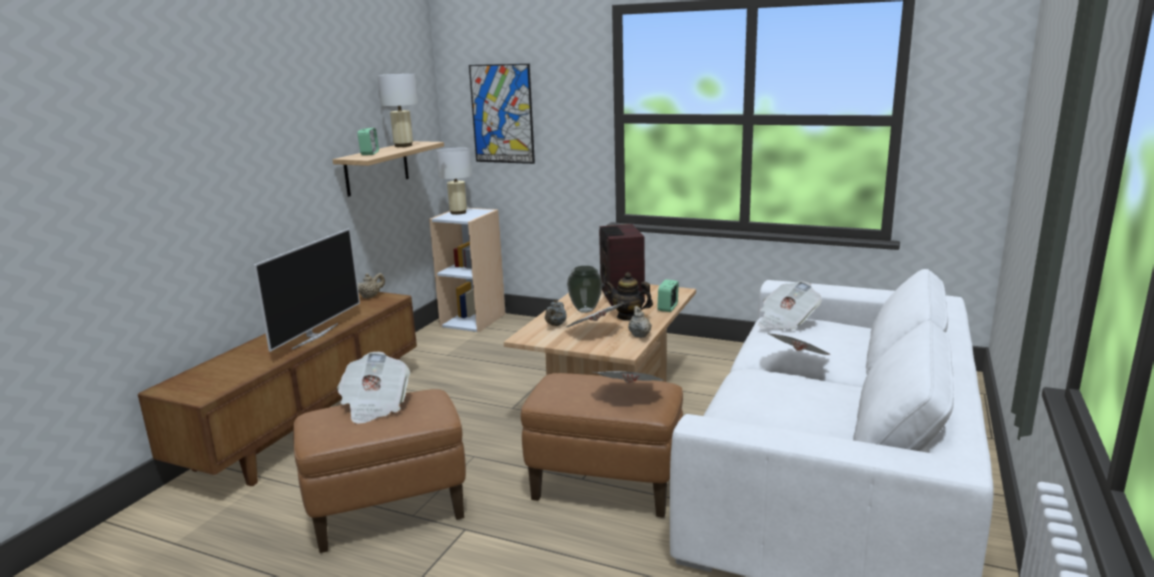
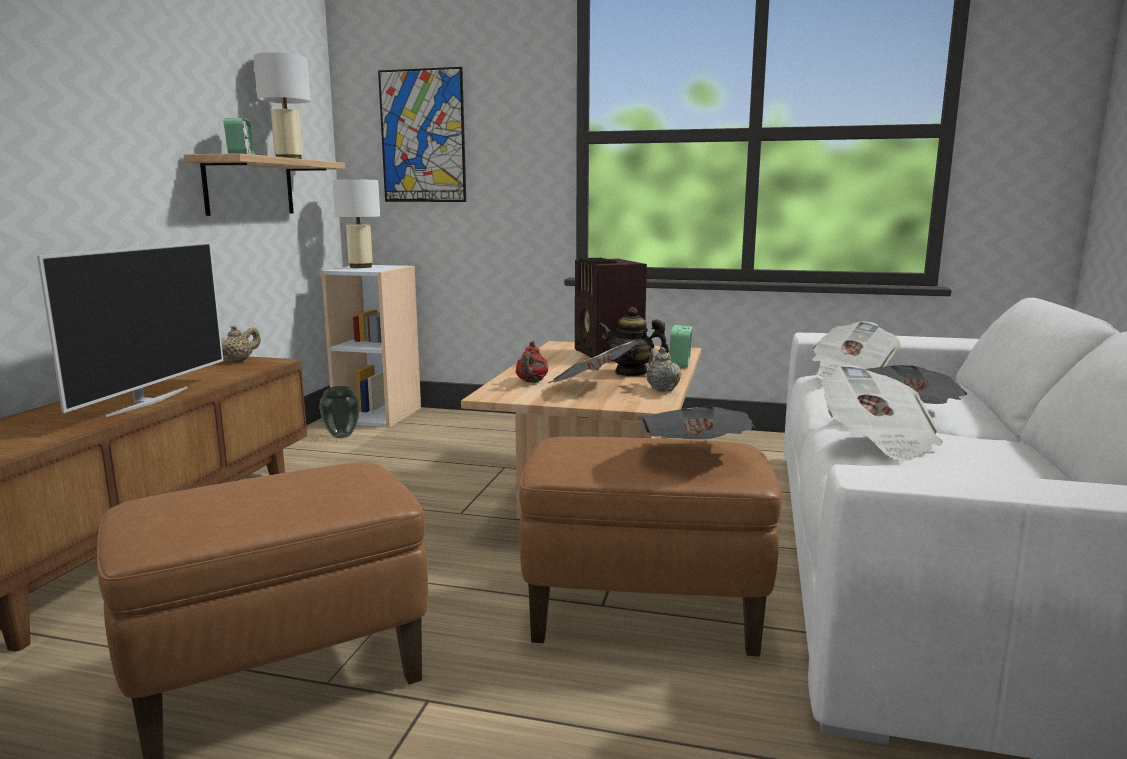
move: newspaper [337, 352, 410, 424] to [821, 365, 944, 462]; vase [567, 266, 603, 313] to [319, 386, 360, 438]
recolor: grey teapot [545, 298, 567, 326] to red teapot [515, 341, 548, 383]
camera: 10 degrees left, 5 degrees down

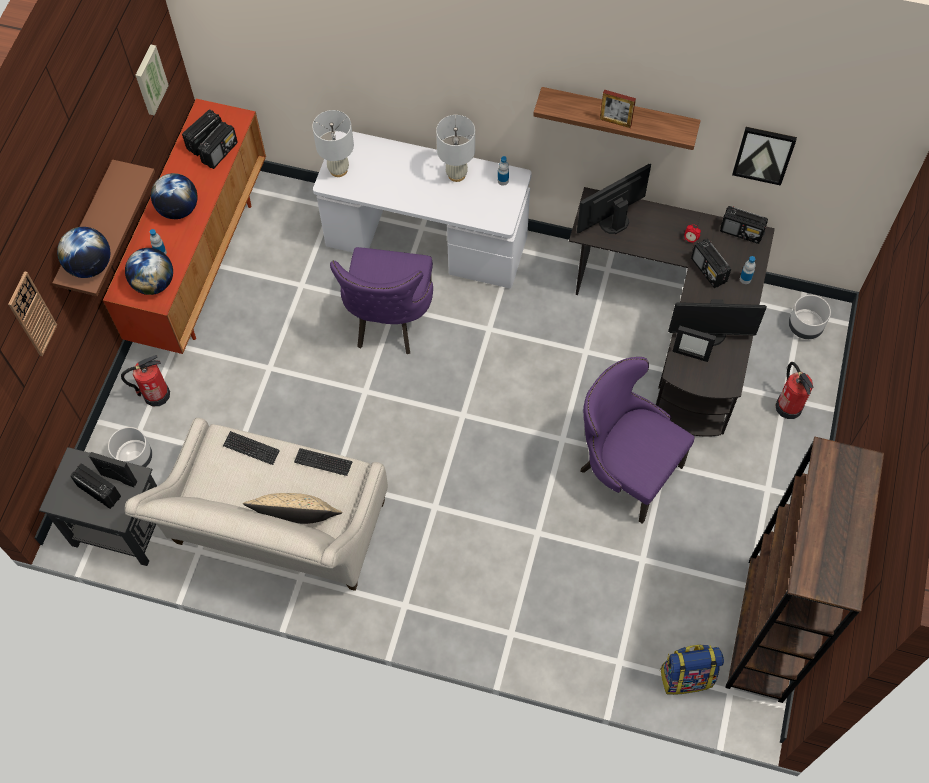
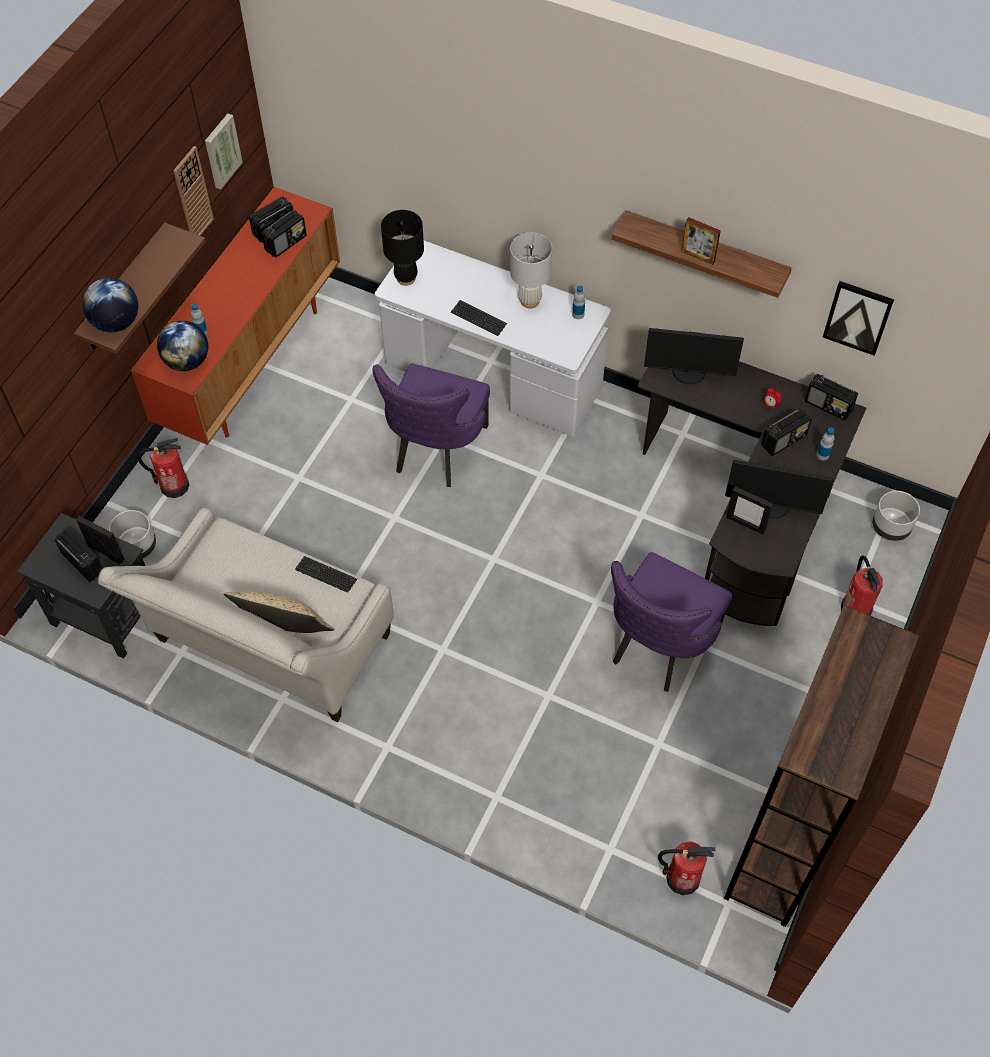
delete: globe [151, 173, 198, 219]
move: wall clock [8, 271, 57, 356] to [173, 146, 214, 236]; keyboard [223, 431, 280, 465] to [451, 300, 507, 336]
replace: backpack [660, 645, 724, 695] to fire extinguisher [658, 842, 716, 895]
recolor: white table lamp [312, 110, 354, 177] to black table lamp [381, 210, 424, 286]
rotate: monitor [577, 164, 651, 234] = [644, 328, 744, 385] 150 degrees counterclockwise; purple chair [580, 357, 694, 524] = [611, 552, 732, 692] 105 degrees counterclockwise; radio [691, 239, 731, 288] = [761, 408, 812, 456] 105 degrees counterclockwise
camera: 10 degrees right, 5 degrees down

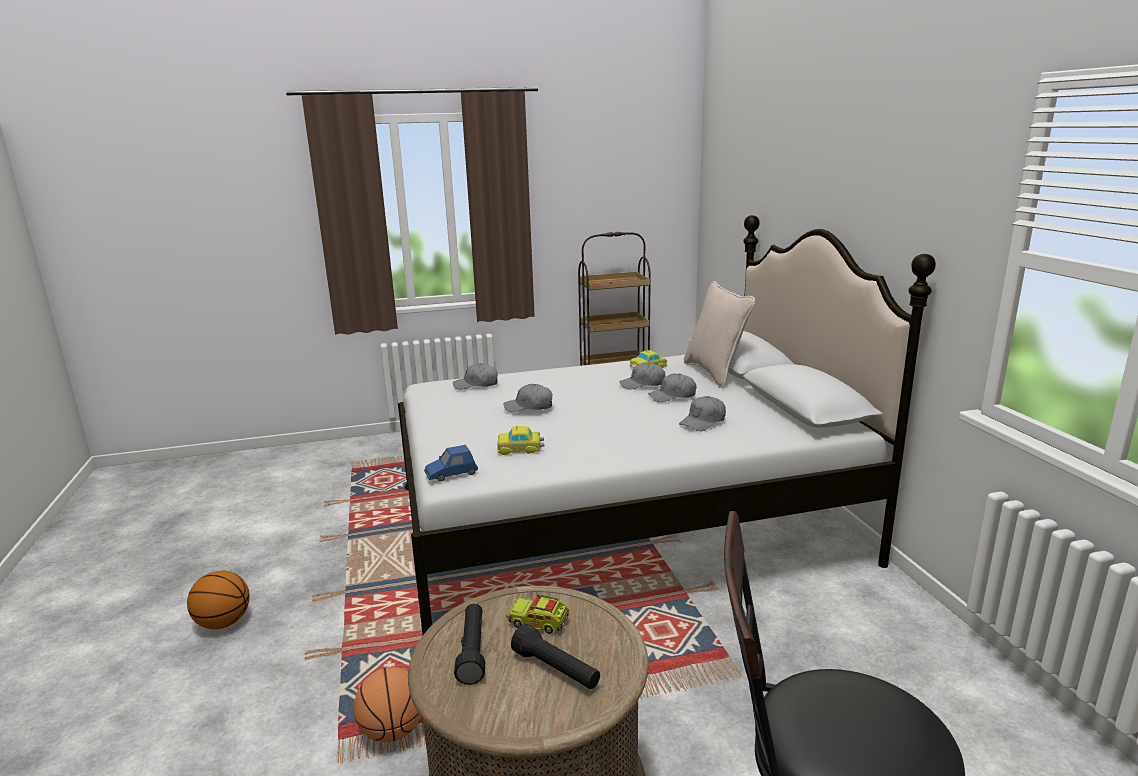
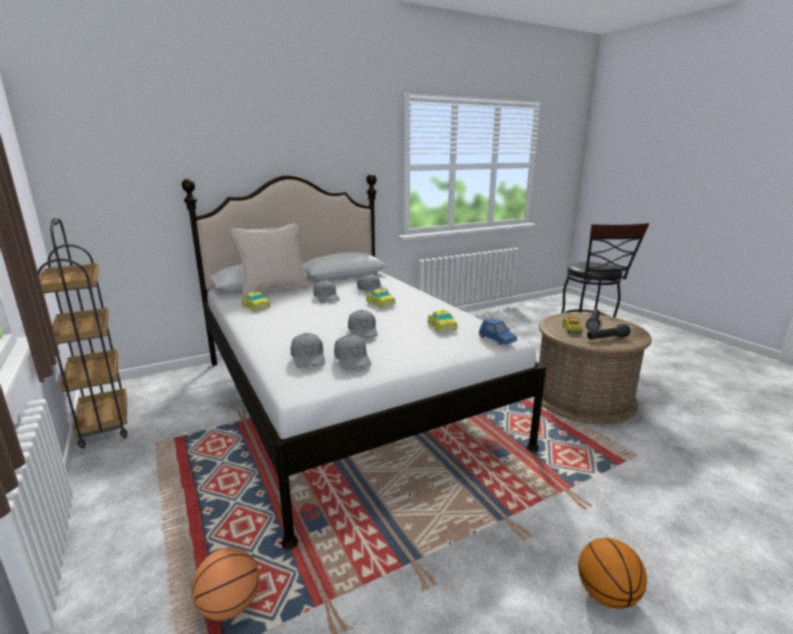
insert: toy car [366, 289, 396, 308]
move: basketball [353, 667, 421, 742] to [191, 547, 260, 621]; grey cap [619, 362, 666, 390] to [334, 335, 371, 370]
camera: 105 degrees left, 0 degrees up

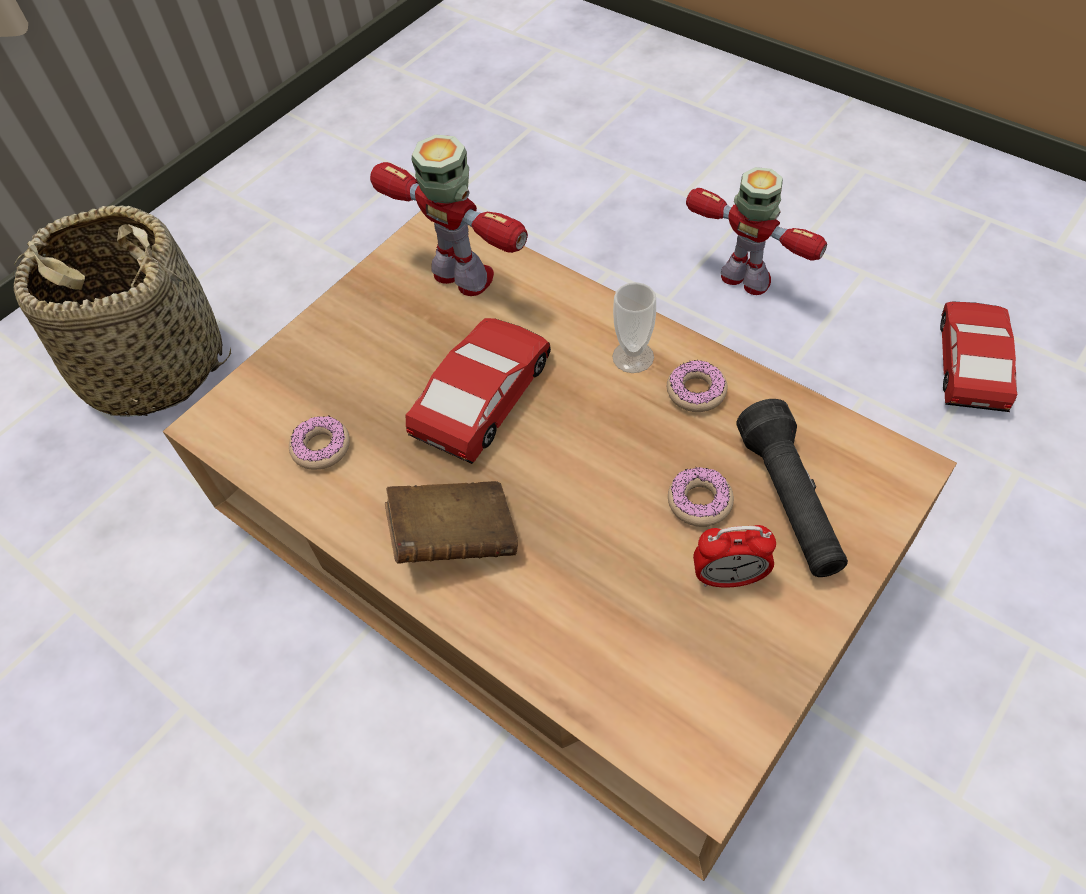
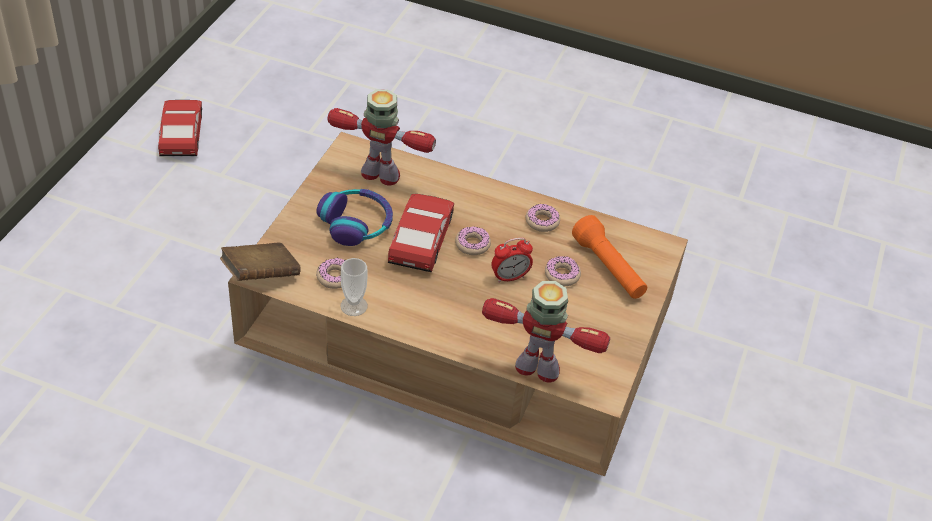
delete: basket [13, 205, 231, 417]
insert: headphones [316, 189, 393, 246]; donut [455, 226, 491, 255]
move: brown book [385, 481, 518, 563] to [220, 242, 301, 281]; cup [612, 282, 656, 373] to [340, 258, 368, 316]; toy robot [686, 167, 827, 295] to [482, 281, 610, 382]; alarm clock [693, 525, 776, 588] to [492, 237, 533, 283]; toy car [940, 302, 1017, 412] to [158, 100, 202, 156]
recolor: black flashlight [736, 399, 848, 577] to orange flashlight [572, 215, 647, 299]
camera: 25 degrees left, 10 degrees down

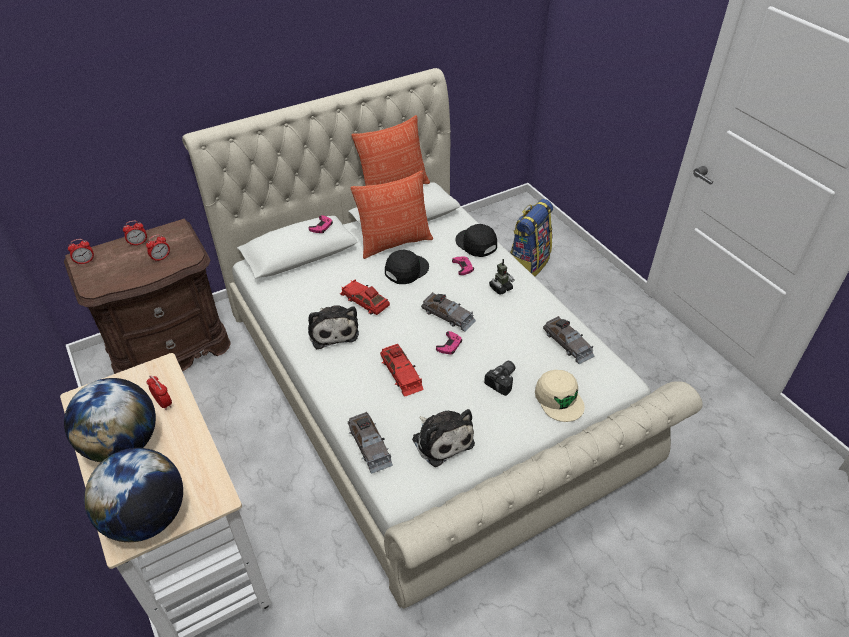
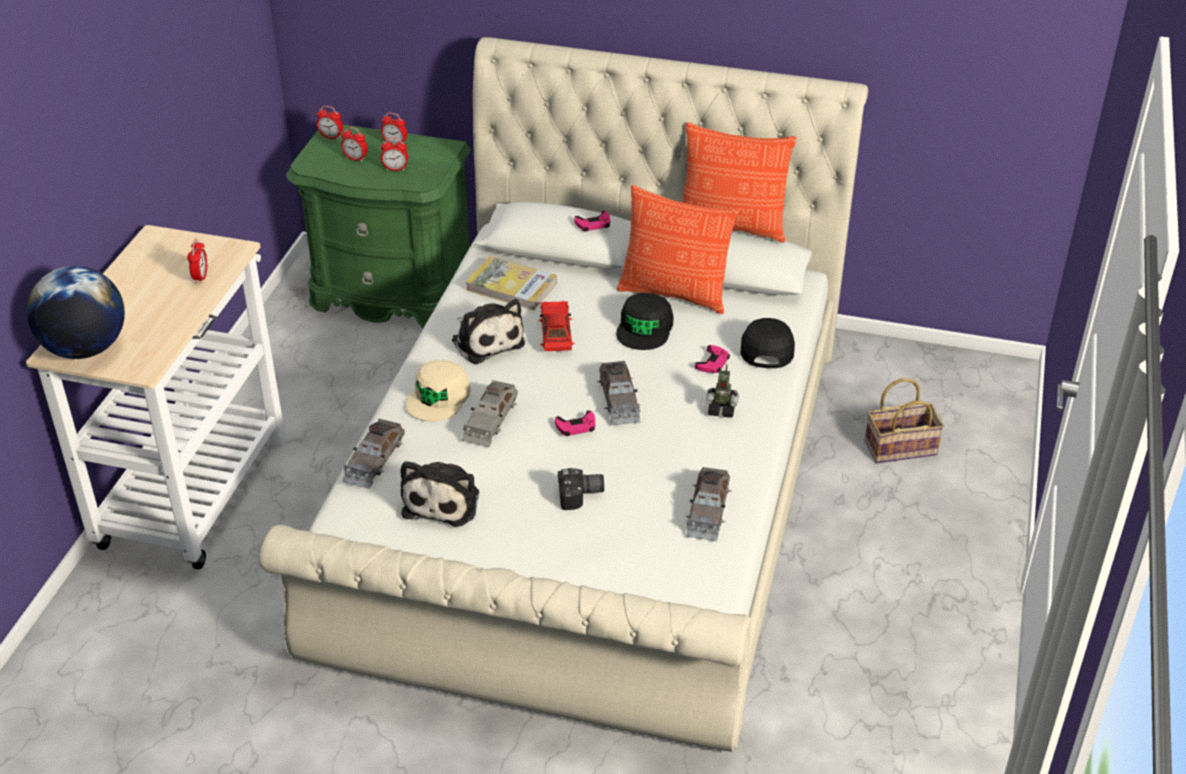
delete: globe [64, 378, 156, 462]
insert: alarm clock [341, 127, 368, 162]; book [466, 256, 557, 310]
move: beige cap [535, 370, 585, 422] to [406, 360, 471, 422]
replace: backpack [510, 199, 553, 277] to basket [865, 378, 944, 463]
recolor: brown nightstand [64, 218, 231, 374] to green nightstand [286, 125, 471, 328]; red toy car [380, 344, 424, 397] to grey toy car [462, 380, 518, 447]
rotate: plush toy [308, 305, 359, 349] = [452, 299, 525, 364] 60 degrees counterclockwise; black cap [385, 250, 429, 284] = [616, 293, 674, 350] 105 degrees clockwise
camera: 45 degrees right, 5 degrees down

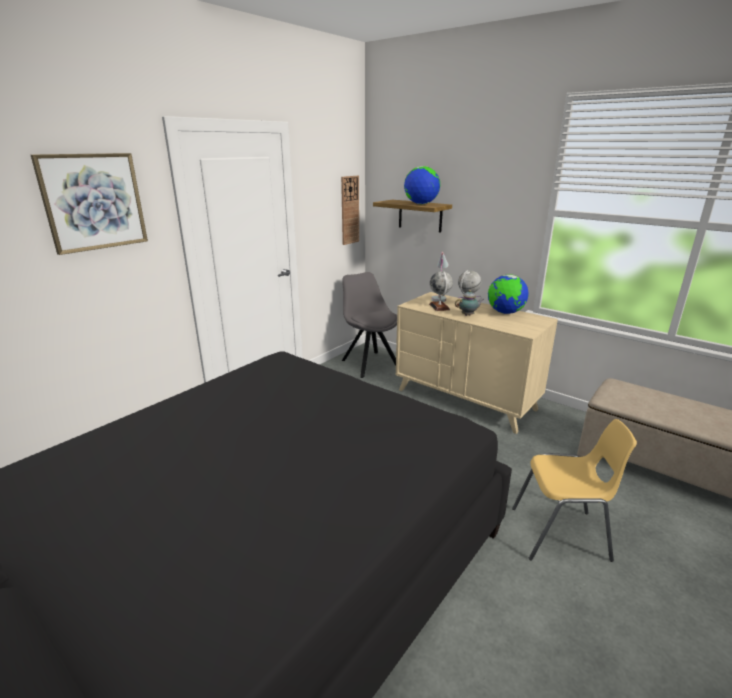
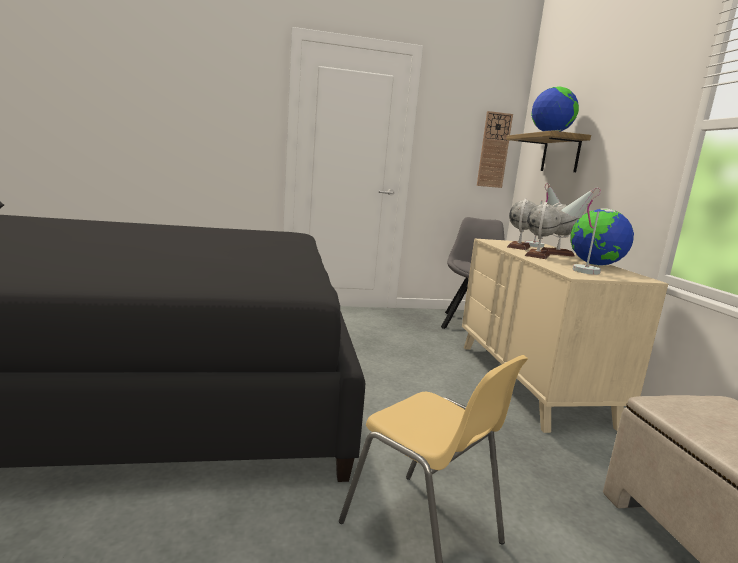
delete: picture [31, 153, 148, 255]
insert: white table lamp [561, 188, 601, 275]
replace: teapot [455, 290, 484, 316] to globe [525, 202, 561, 259]
camera: 40 degrees right, 10 degrees down

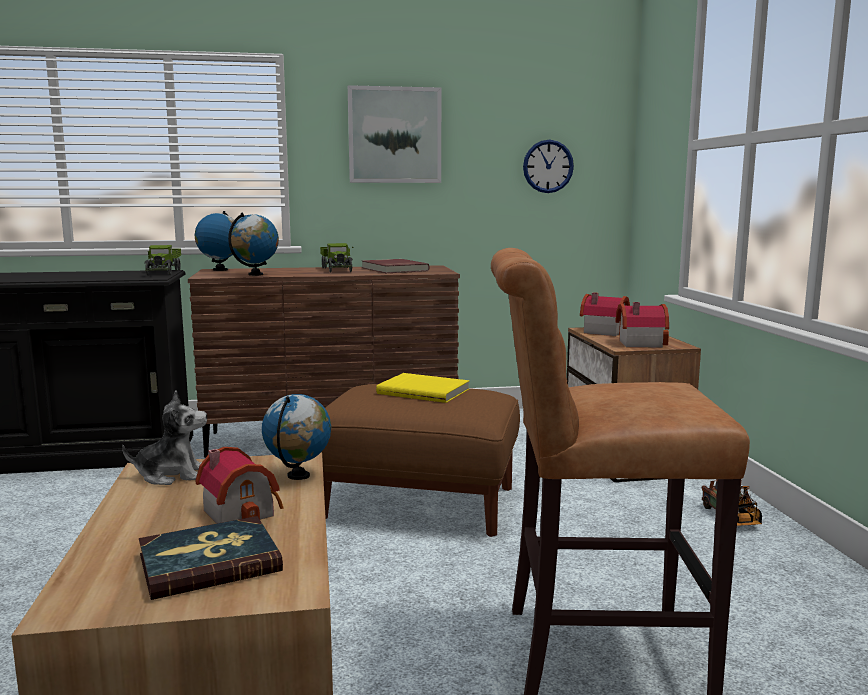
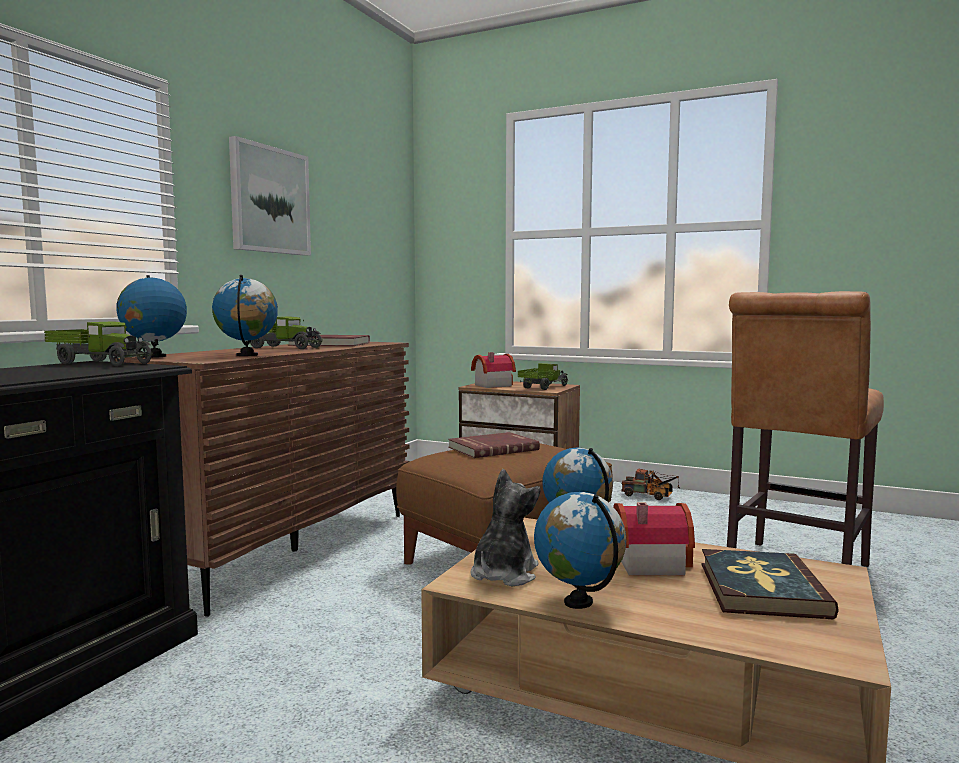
delete: wall clock [523, 140, 574, 193]
insert: globe [534, 492, 626, 609]
replace: toy house [615, 302, 669, 348] to toy truck [518, 363, 569, 390]
recolor: yellow book [376, 373, 469, 403] to red book [448, 432, 540, 458]
camera: 55 degrees left, 5 degrees down

